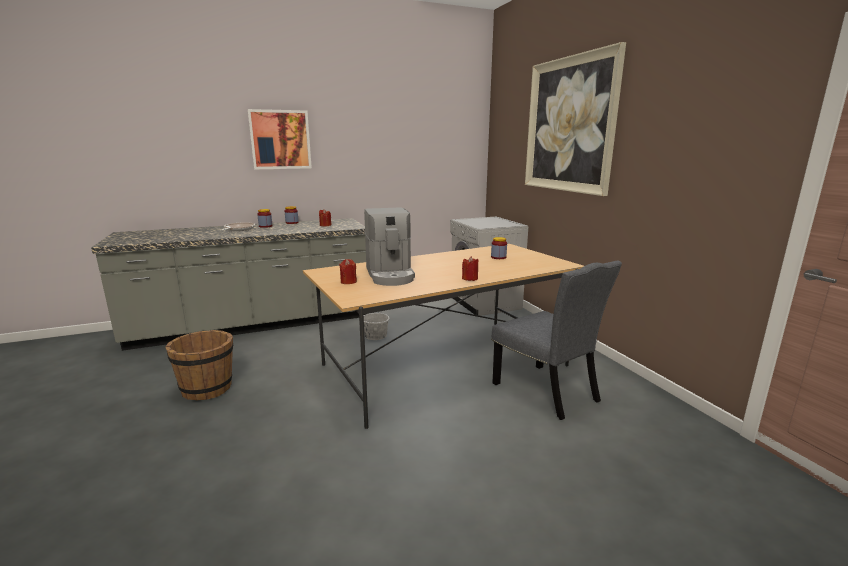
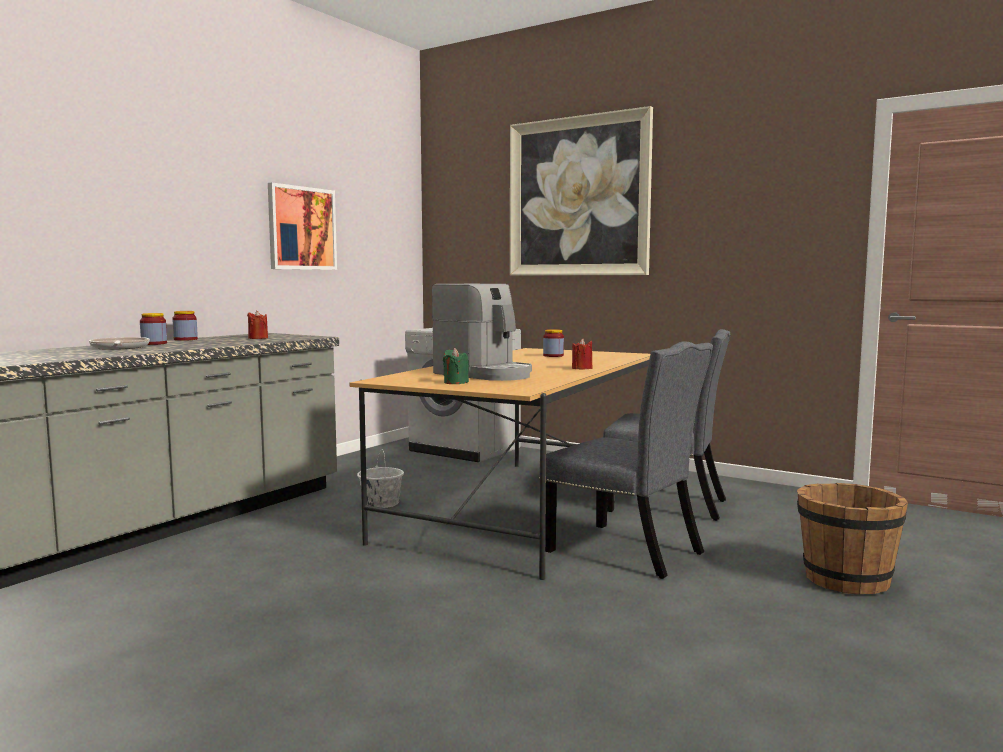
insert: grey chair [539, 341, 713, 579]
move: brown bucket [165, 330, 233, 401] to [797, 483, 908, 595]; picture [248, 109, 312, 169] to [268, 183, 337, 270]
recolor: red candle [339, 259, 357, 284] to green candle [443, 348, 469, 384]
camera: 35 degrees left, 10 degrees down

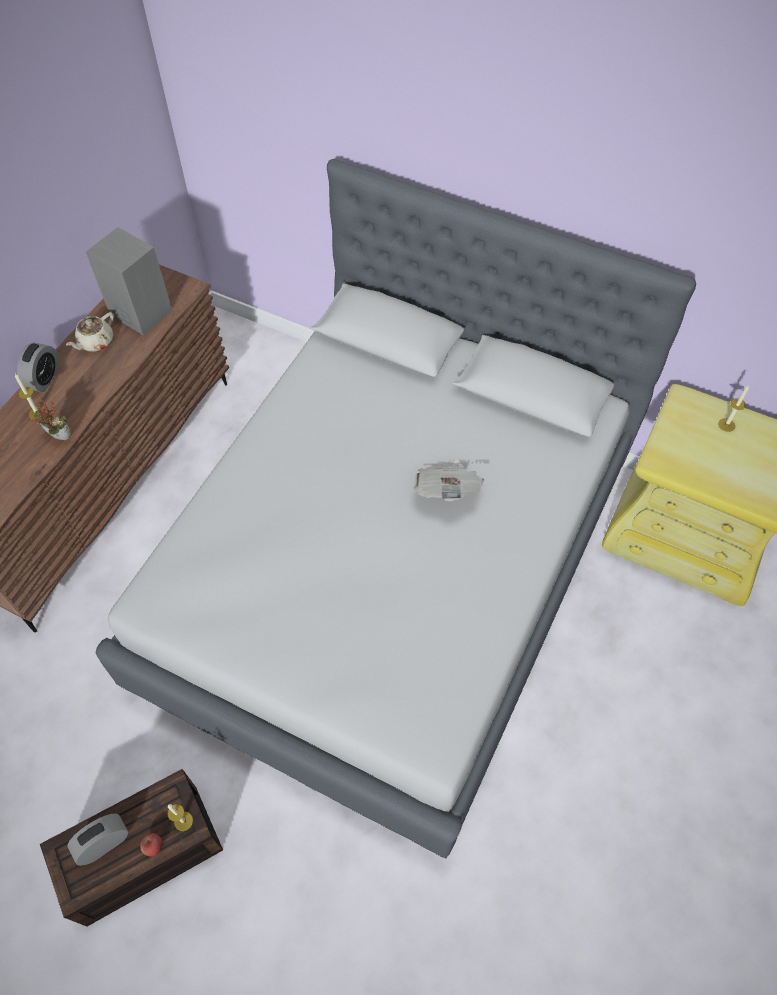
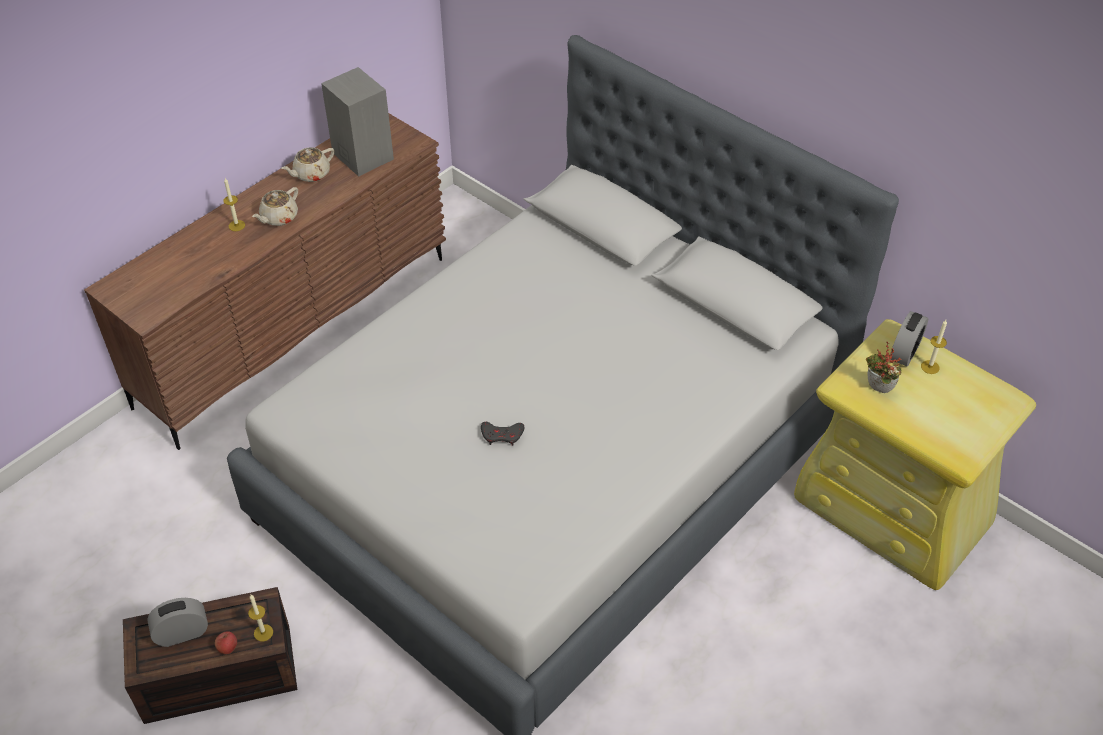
delete: newspaper [414, 460, 485, 502]
insert: beige teapot [252, 187, 298, 226]; grey game controller [481, 422, 525, 446]
move: alarm clock [17, 342, 59, 392] to [890, 311, 928, 366]; potted plant [32, 397, 71, 440] to [866, 342, 902, 393]
camera: 15 degrees right, 10 degrees down

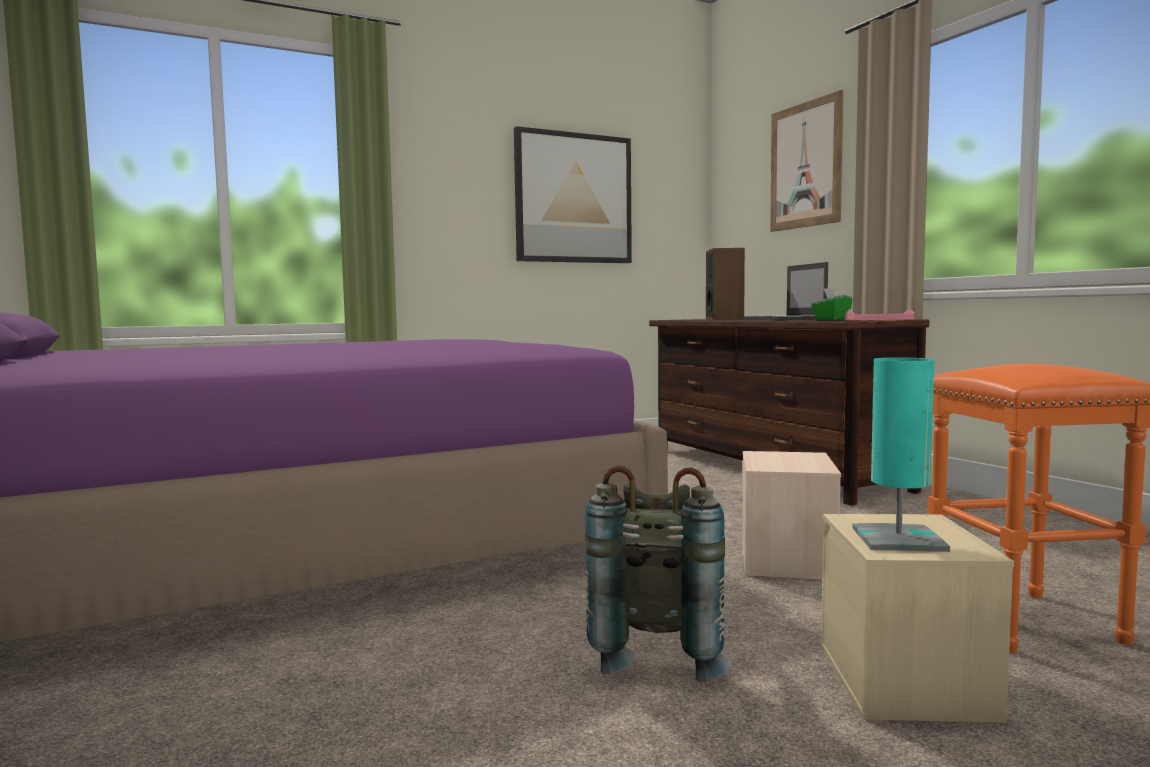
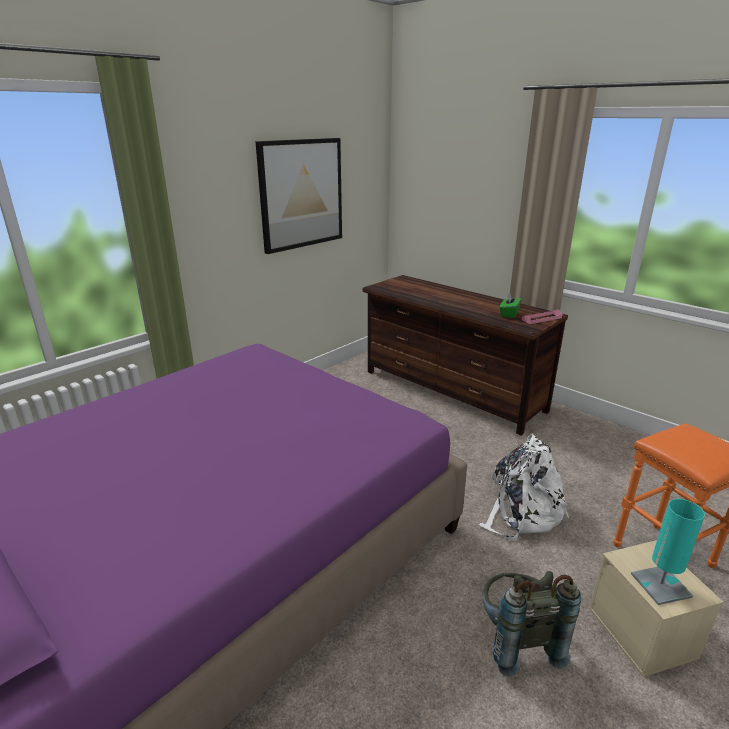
delete: speaker [706, 248, 745, 320]; laptop [743, 262, 828, 320]; picture [770, 90, 843, 232]
replace: beige storage box [742, 451, 841, 579] to white backpack [479, 433, 569, 540]
camera: 20 degrees left, 20 degrees up

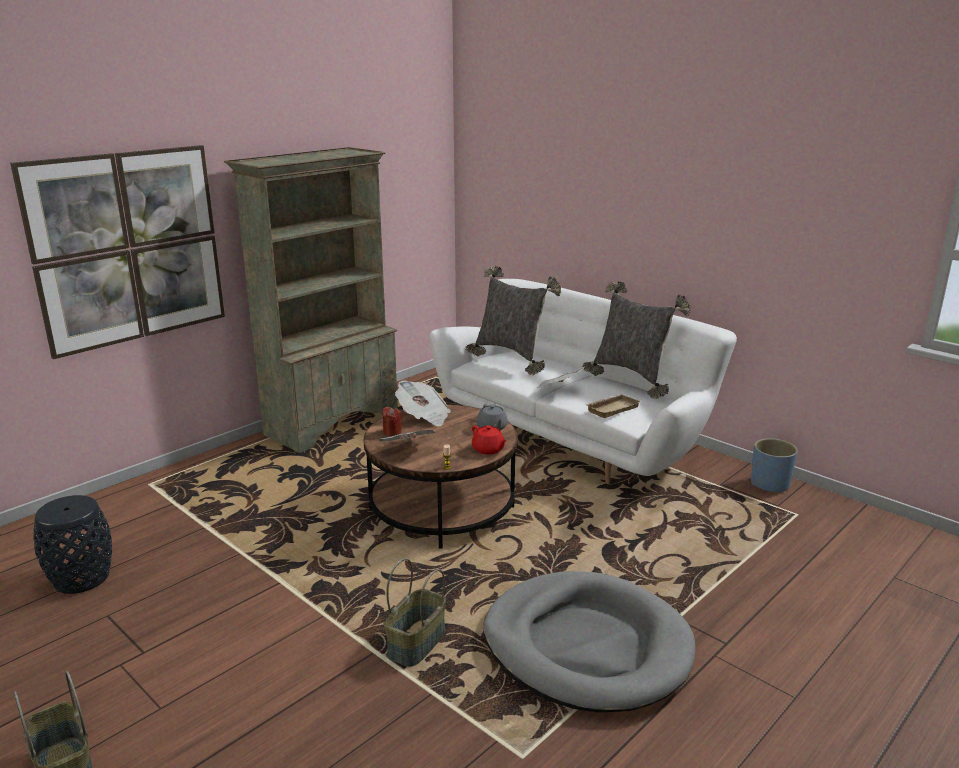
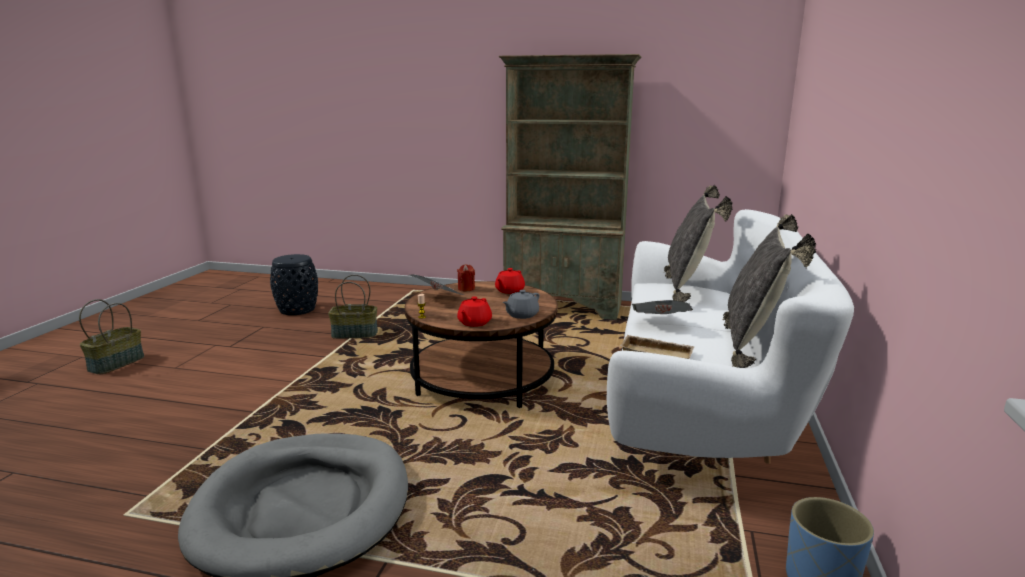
delete: picture [10, 145, 225, 359]
move: basket [384, 558, 446, 667] to [328, 274, 378, 339]
replace: newspaper [395, 380, 451, 426] to red teapot [495, 268, 525, 294]
camera: 60 degrees right, 5 degrees down

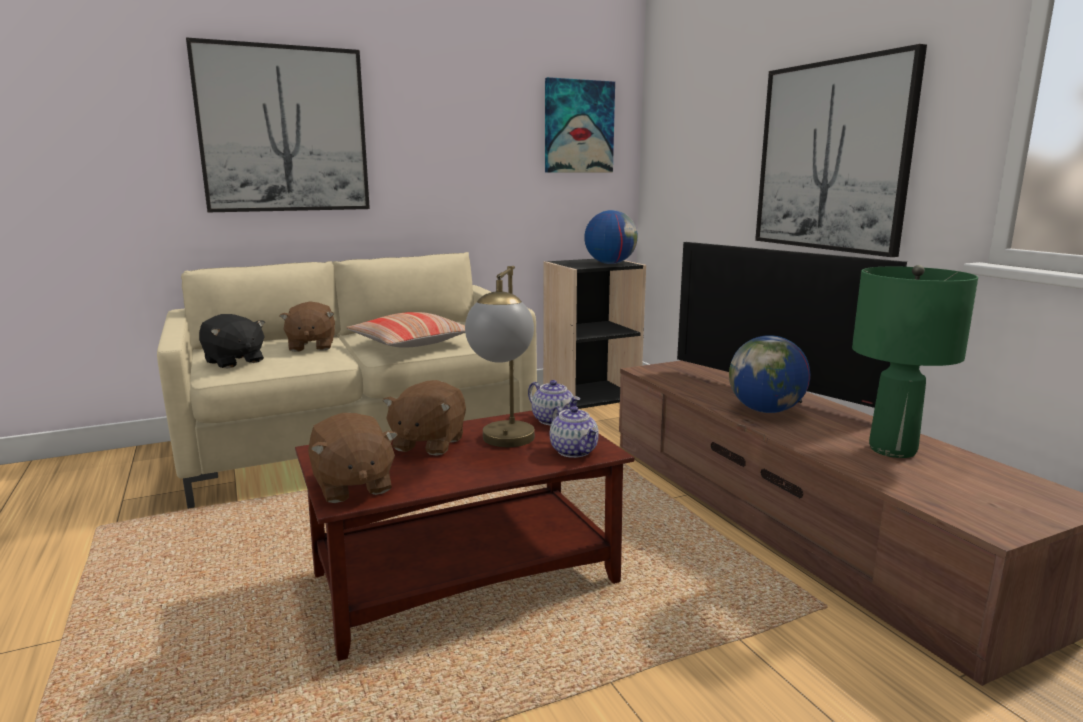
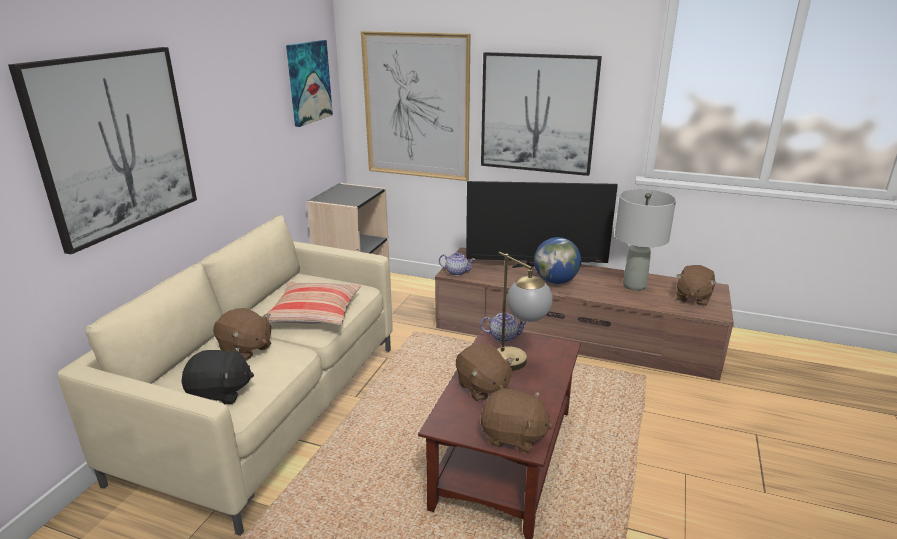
delete: globe [584, 210, 638, 264]
insert: picture [361, 31, 471, 181]; brown plush toy [676, 265, 717, 306]
move: teapot [550, 406, 599, 458] to [439, 252, 476, 276]
recolor: green table lamp [852, 265, 978, 458] to grey table lamp [615, 189, 676, 291]
camera: 45 degrees left, 10 degrees up

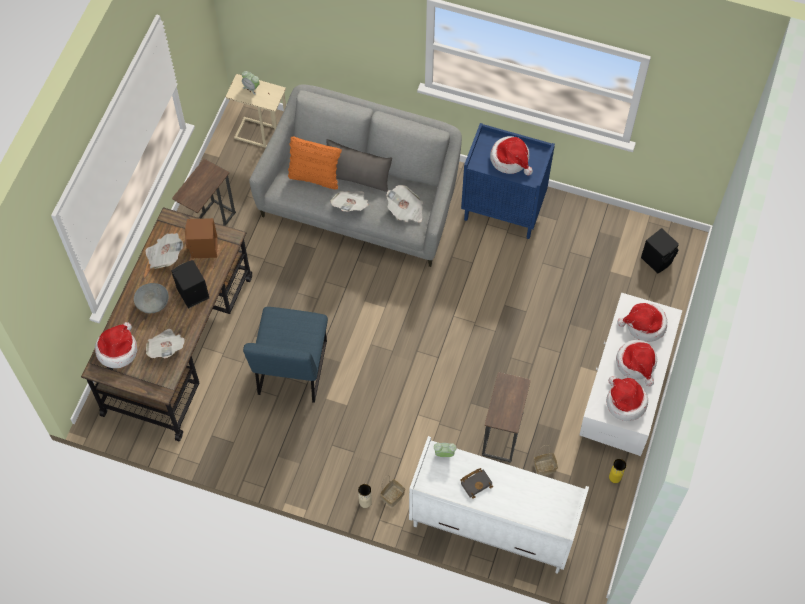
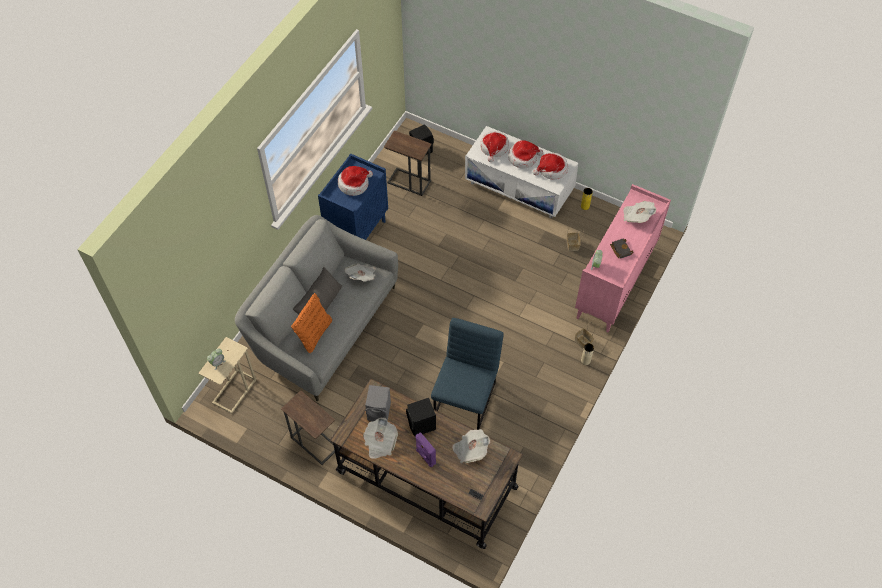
delete: hat [95, 322, 137, 368]
move: newspaper [331, 191, 369, 211] to [623, 201, 656, 223]; brown side table [482, 372, 531, 463] to [384, 131, 432, 196]
replace: grey bowl [134, 283, 169, 313] to purple speaker [416, 432, 436, 467]
recolor: brown speaker [185, 218, 218, 259] to grey speaker [365, 385, 391, 421]; white cabinet [409, 436, 589, 574] to pink cabinet [575, 184, 671, 333]
rotate: blue chair [243, 307, 328, 403] = [431, 318, 504, 430] 90 degrees counterclockwise
camera: 80 degrees left, 5 degrees down

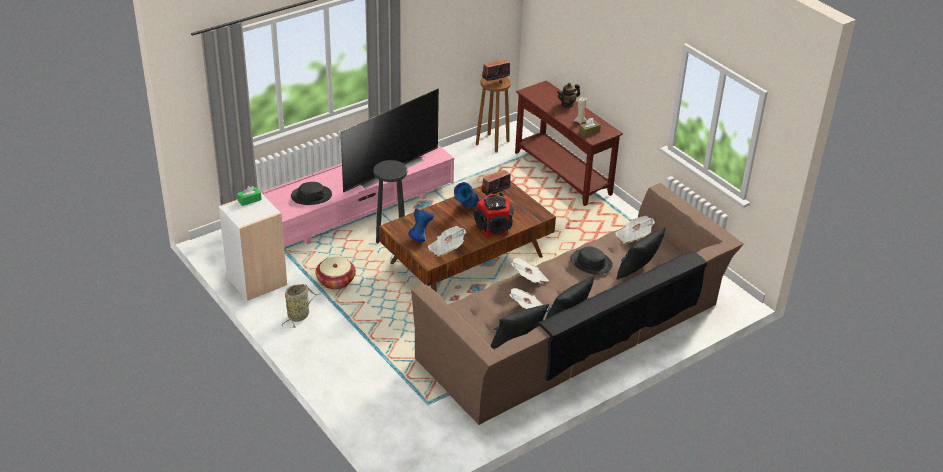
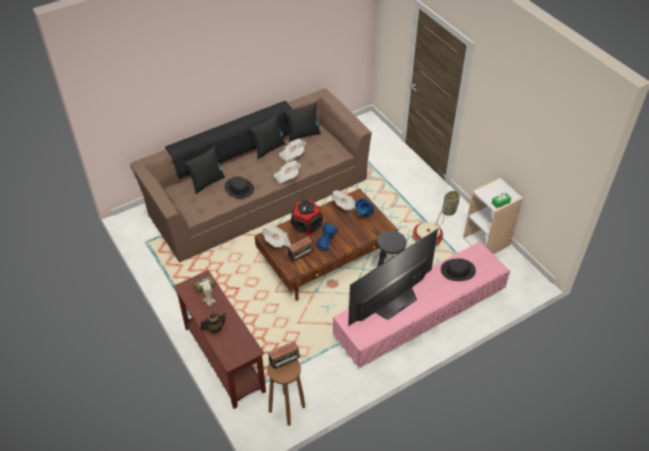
move: newspaper [615, 216, 655, 243] to [261, 224, 291, 248]
camera: 175 degrees left, 10 degrees up

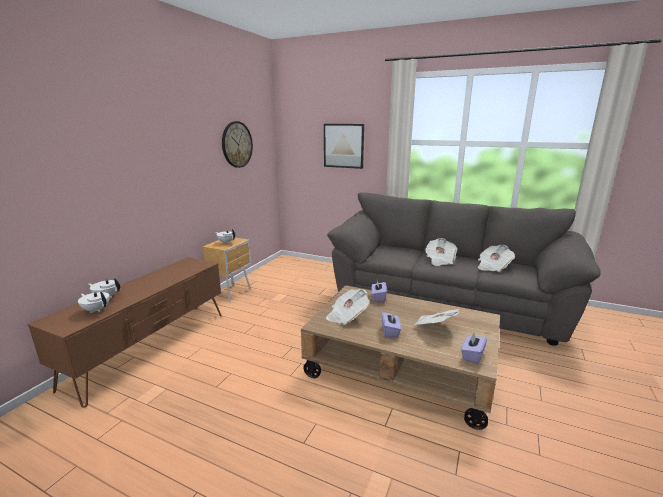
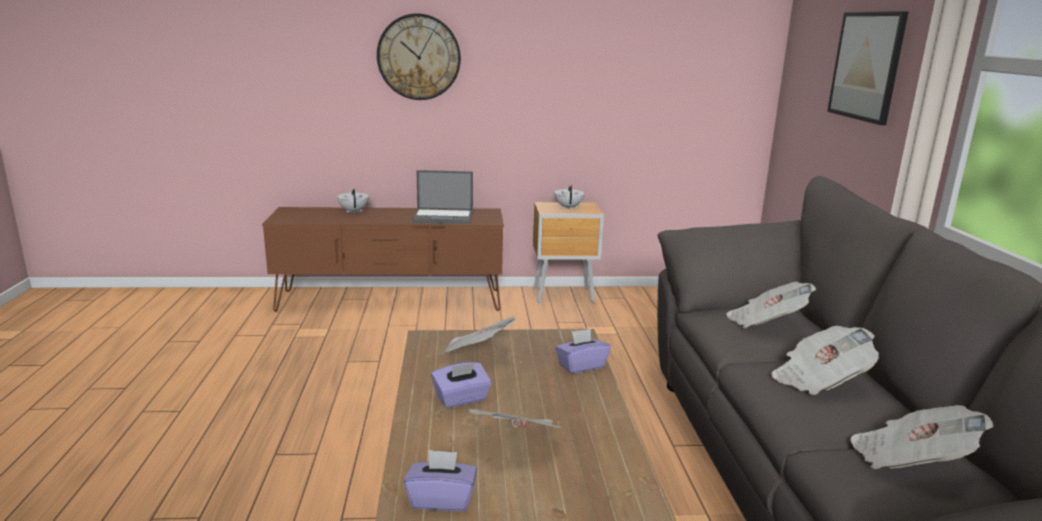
delete: white teapot [78, 292, 110, 313]
insert: laptop [411, 170, 473, 224]; newspaper [726, 282, 816, 328]
move: wall clock [222, 121, 253, 168] to [377, 13, 461, 100]
camera: 60 degrees right, 0 degrees up

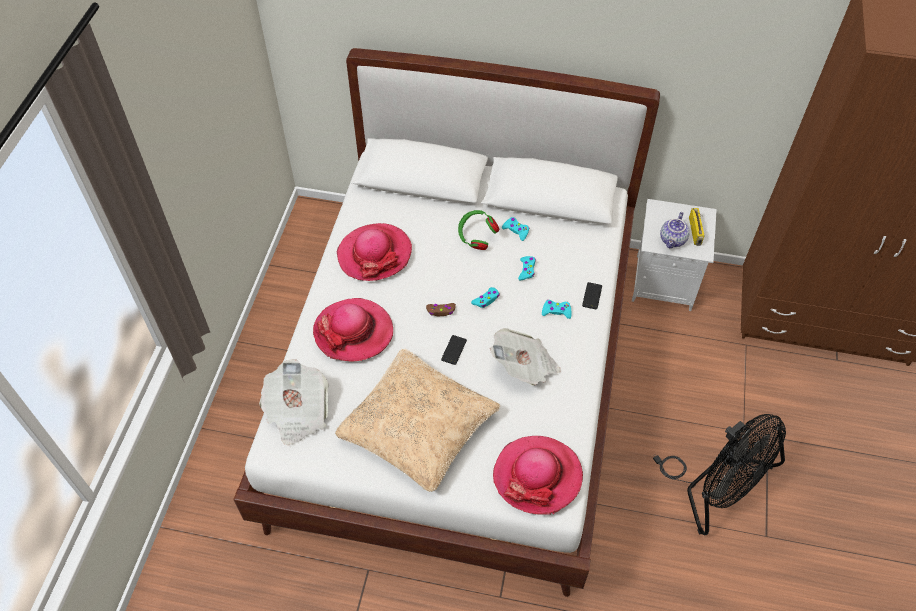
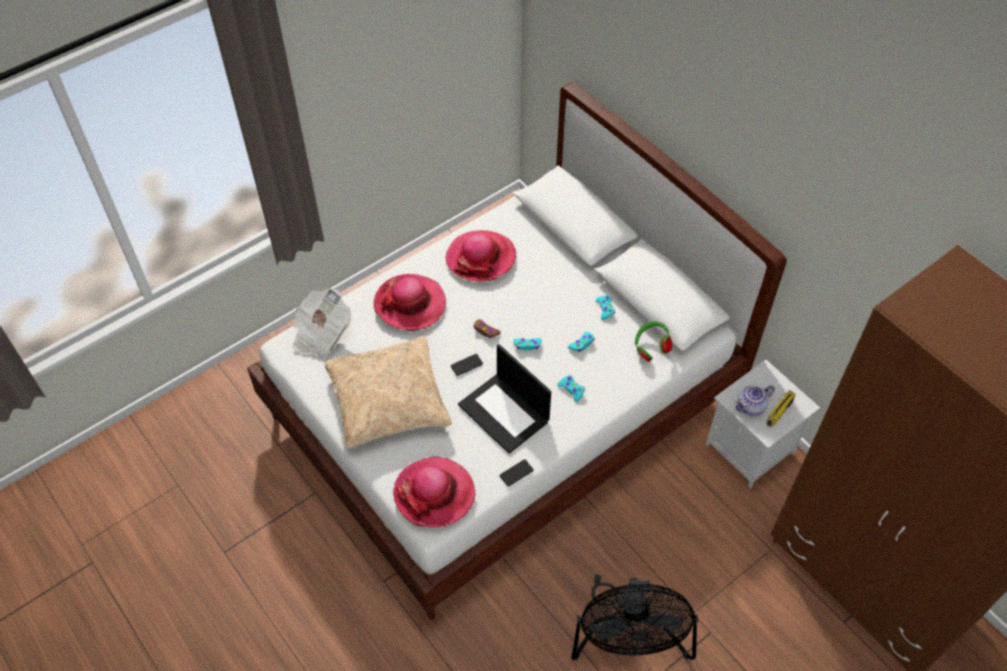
move: green headphones [458, 210, 499, 250] to [635, 321, 672, 362]; phone [582, 282, 602, 309] to [500, 459, 534, 486]
replace: newspaper [490, 328, 561, 386] to laptop [458, 344, 551, 454]
camera: 40 degrees right, 0 degrees up

